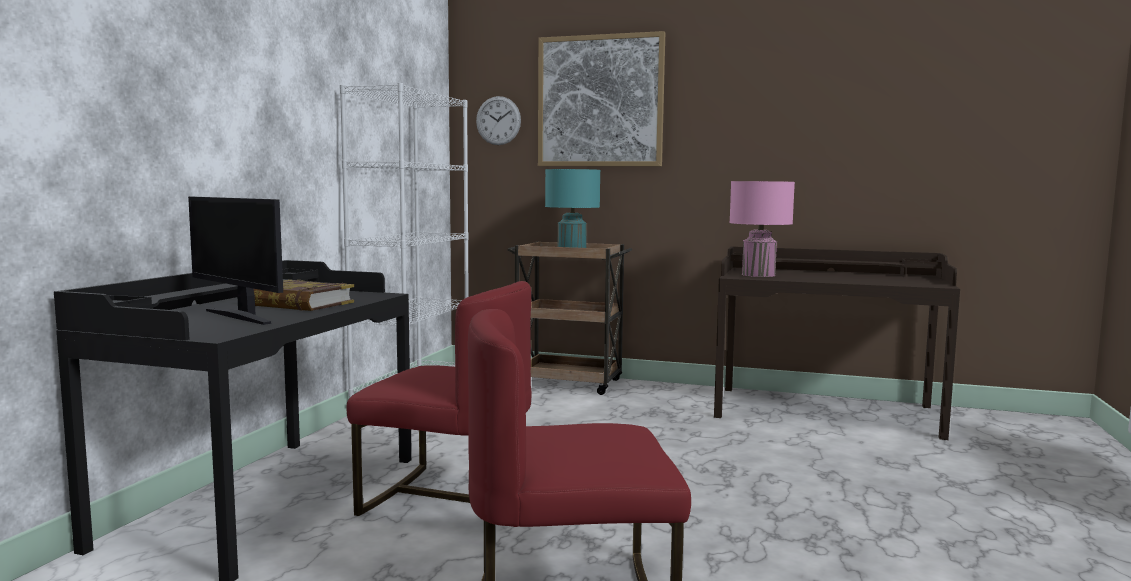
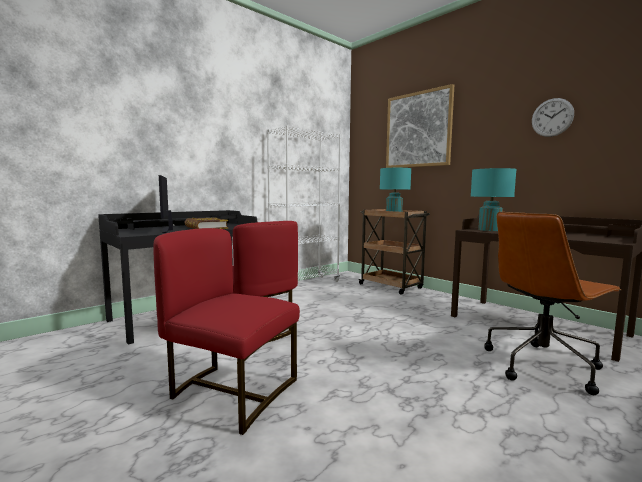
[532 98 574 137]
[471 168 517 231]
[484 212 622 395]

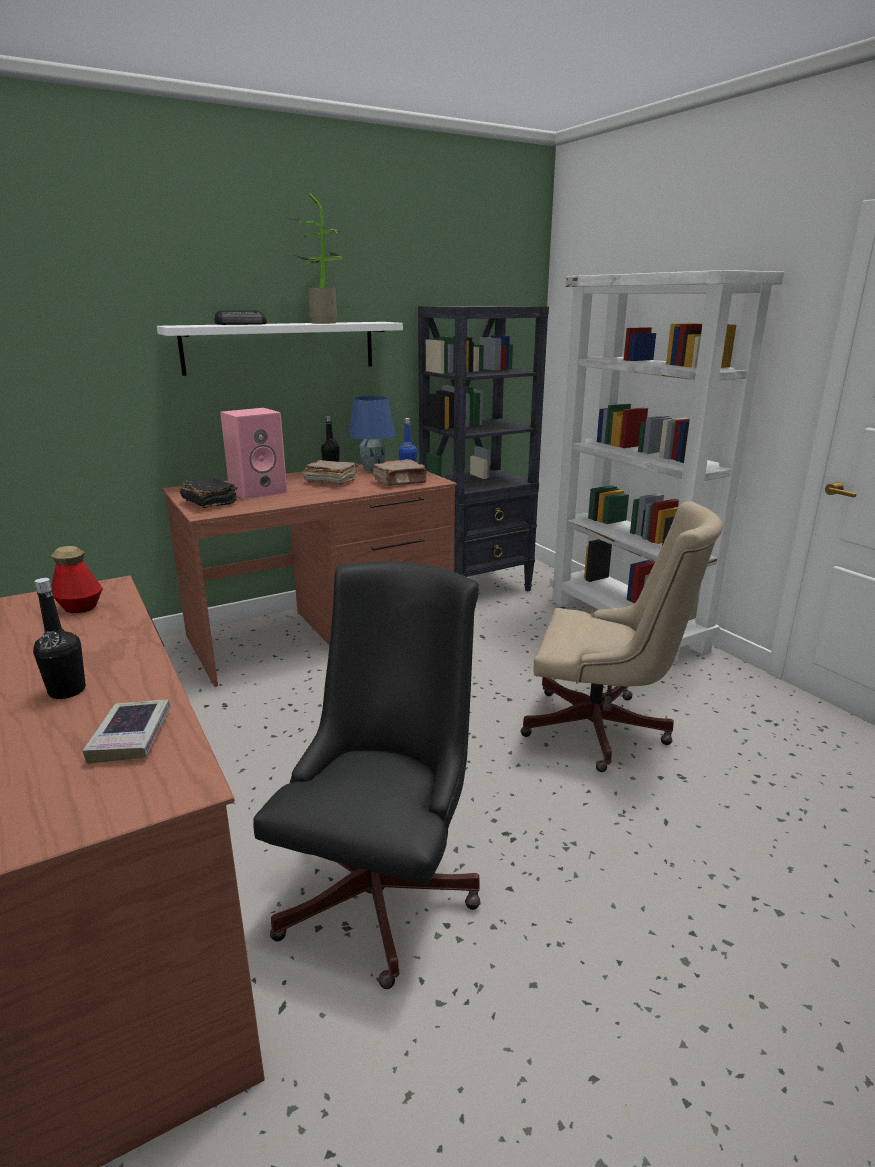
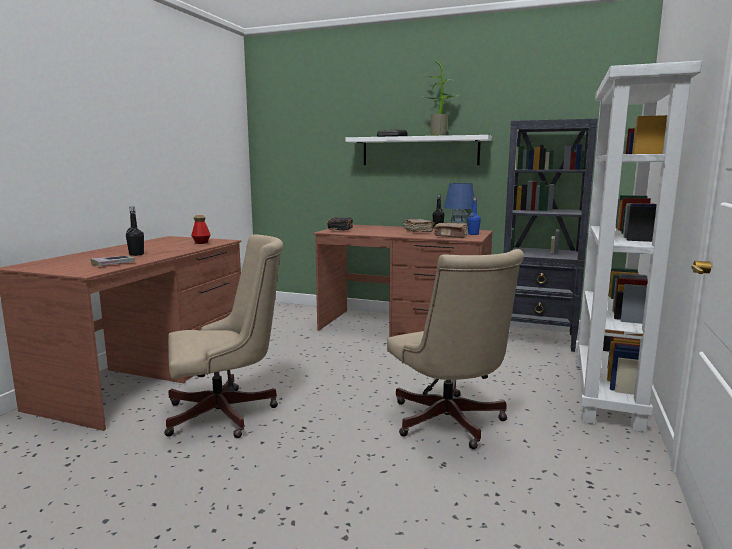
[220 408 287 500] (first image)
[164 234 283 438]

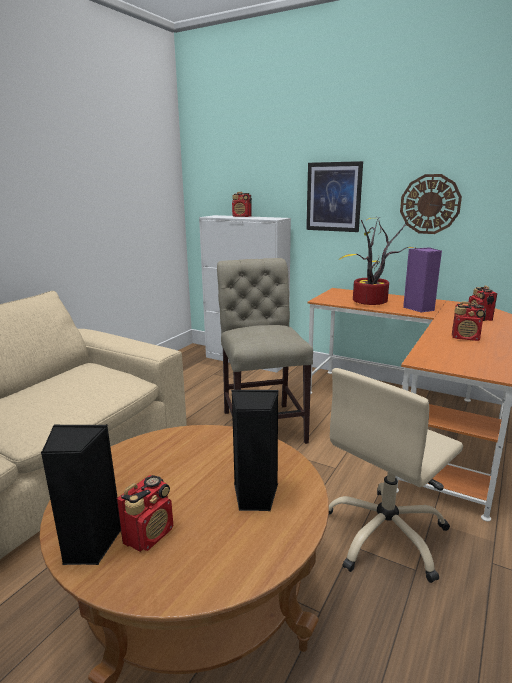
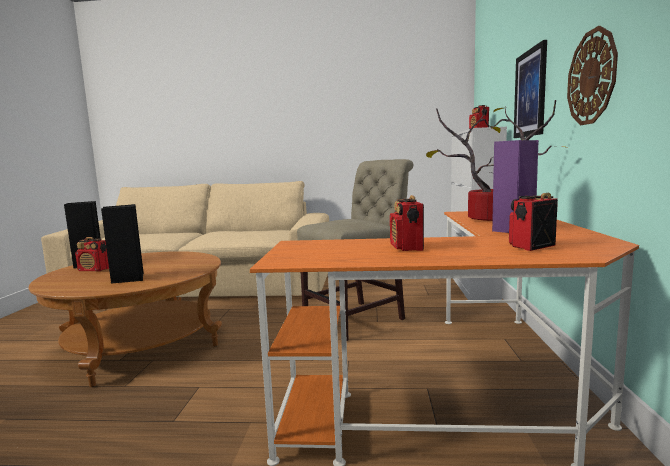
[329 368 463 583] (first image)

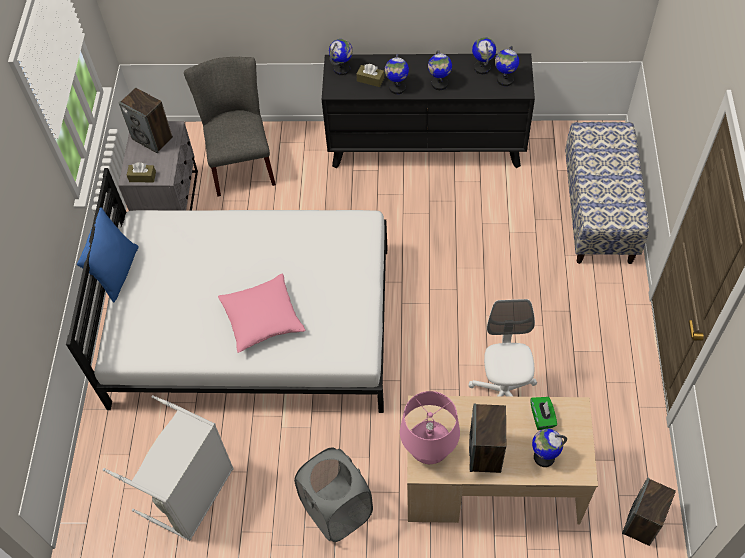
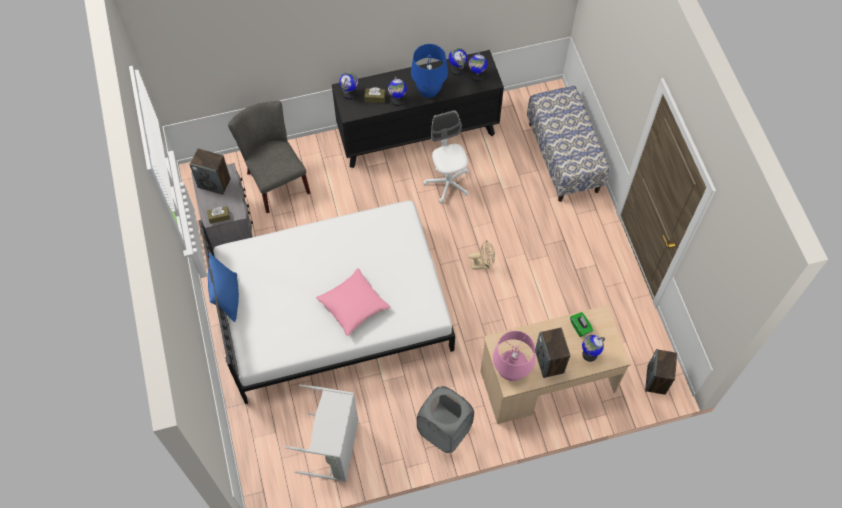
[411 44 448 98]
[423 110 469 204]
[468 240 495 269]

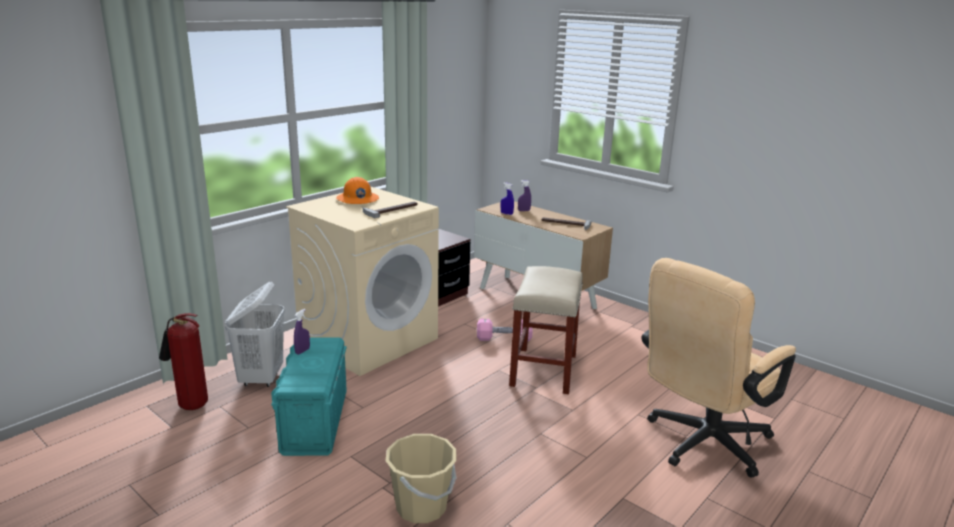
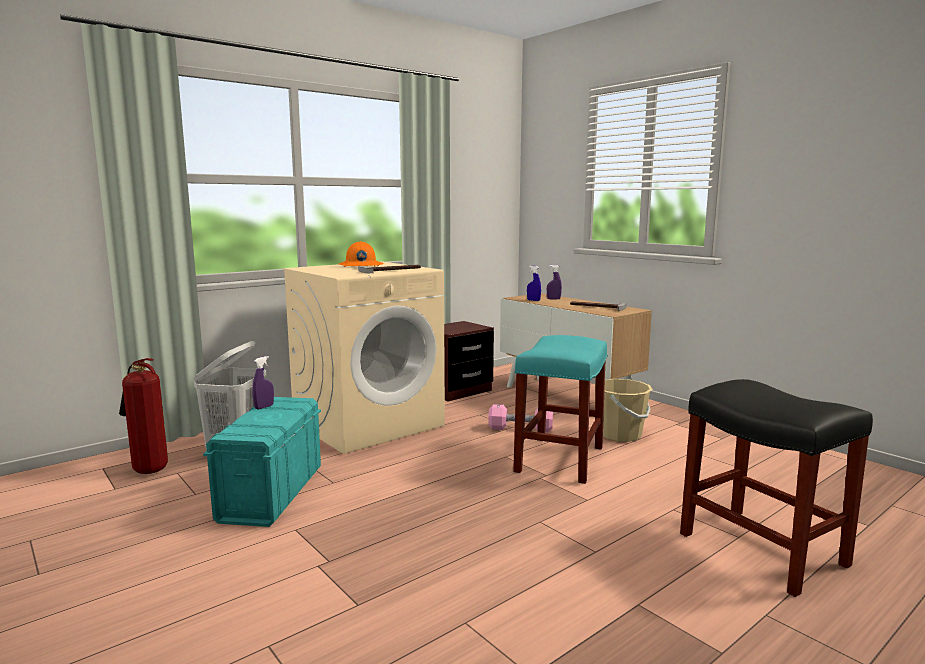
[595 379 653 442]
[513 335 608 484]
[680 379 873 597]

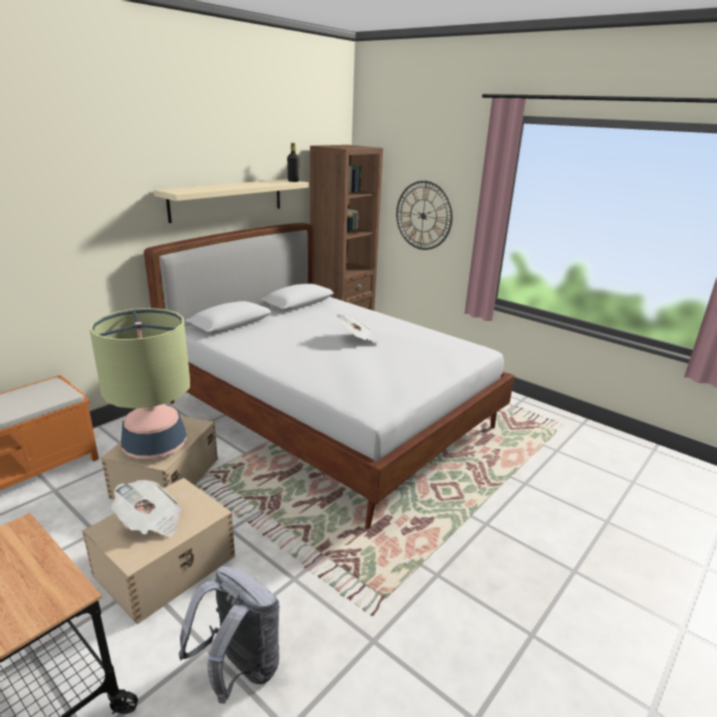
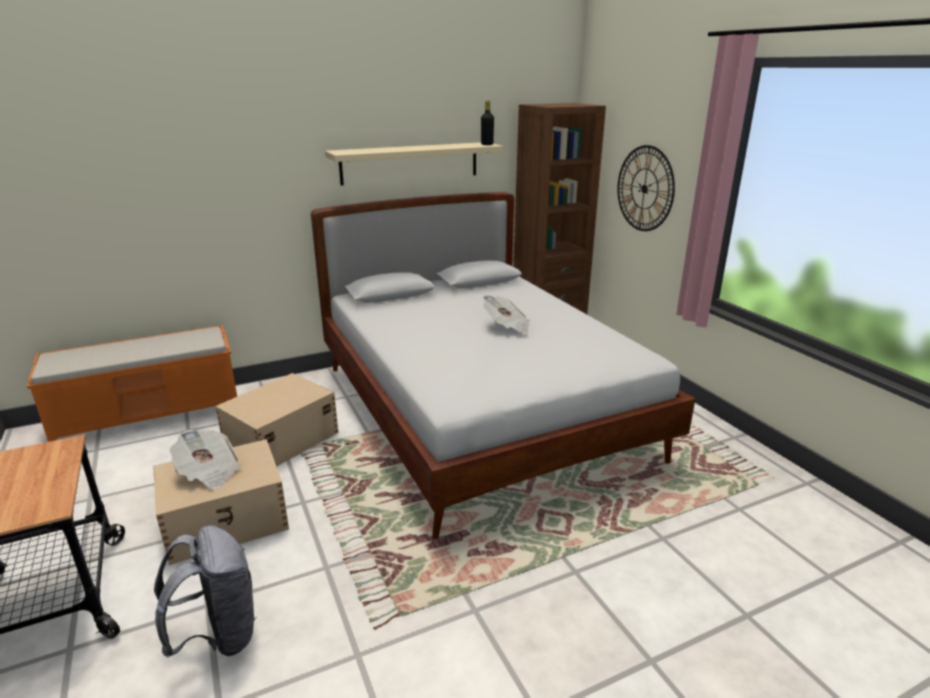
[89 308 190 459] (first image)

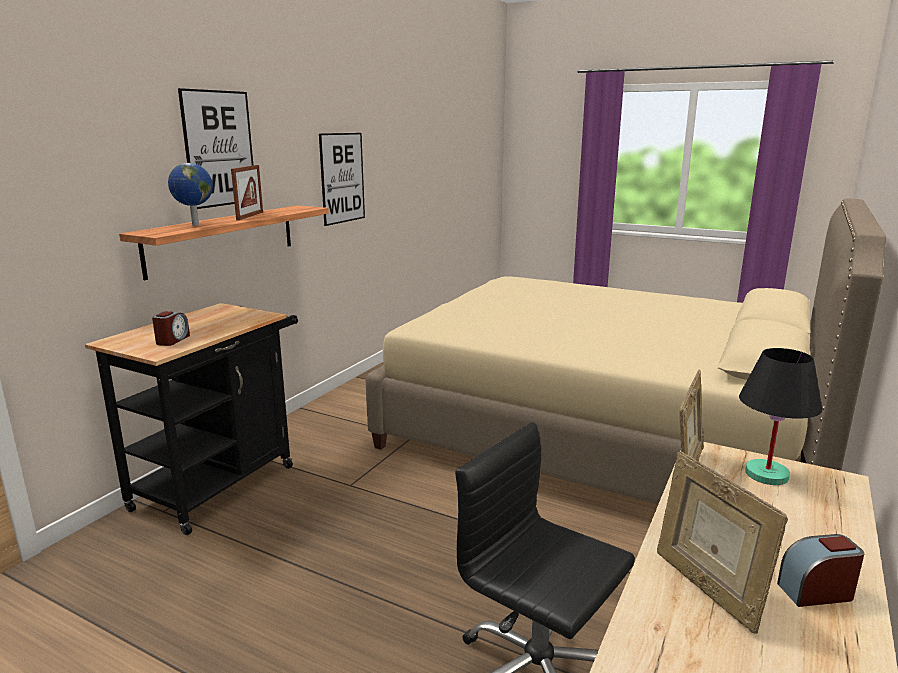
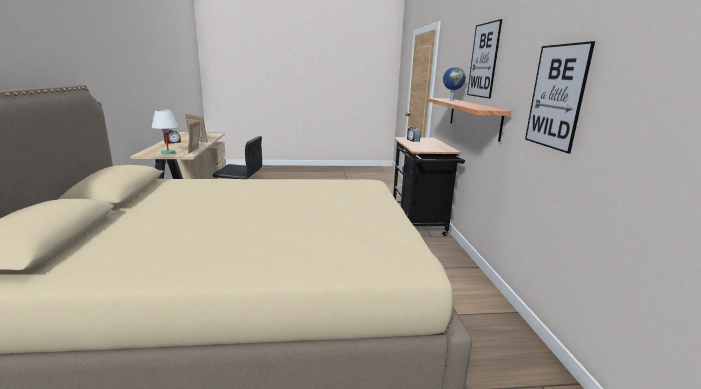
[231 165 263 220] (first image)
[152 110 178 155]

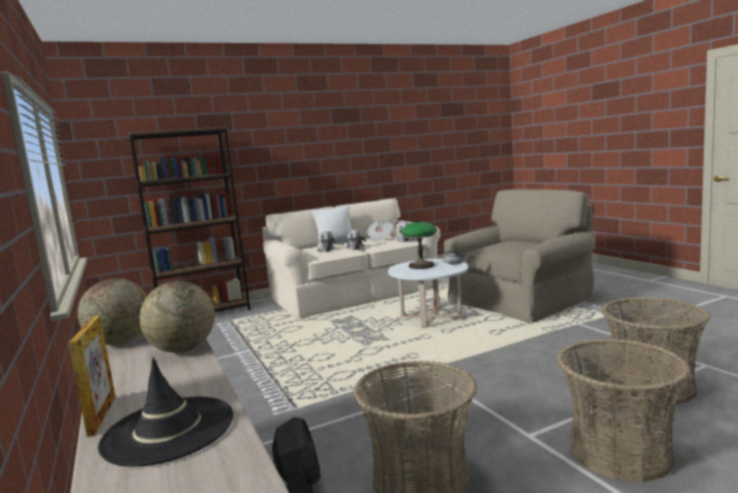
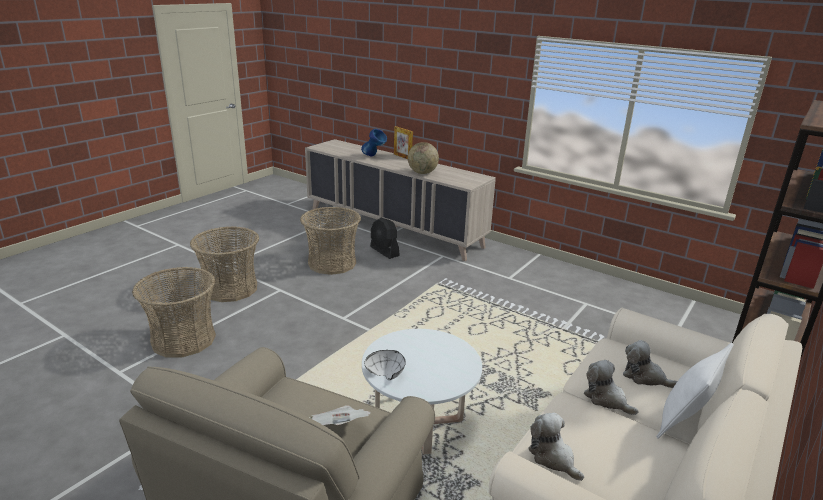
[78 278 147 345] (first image)
[361 129 387 156]
[309 405 371 425]
[402 221 437 269] (first image)

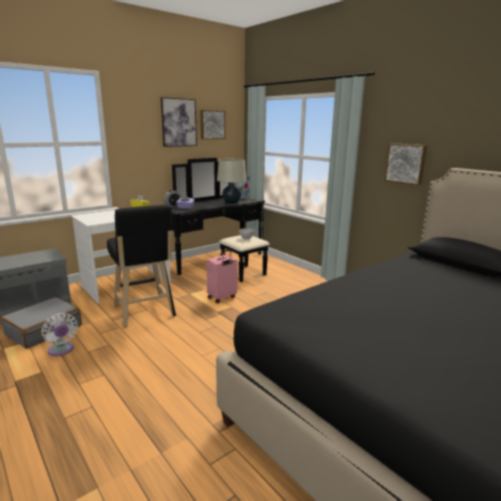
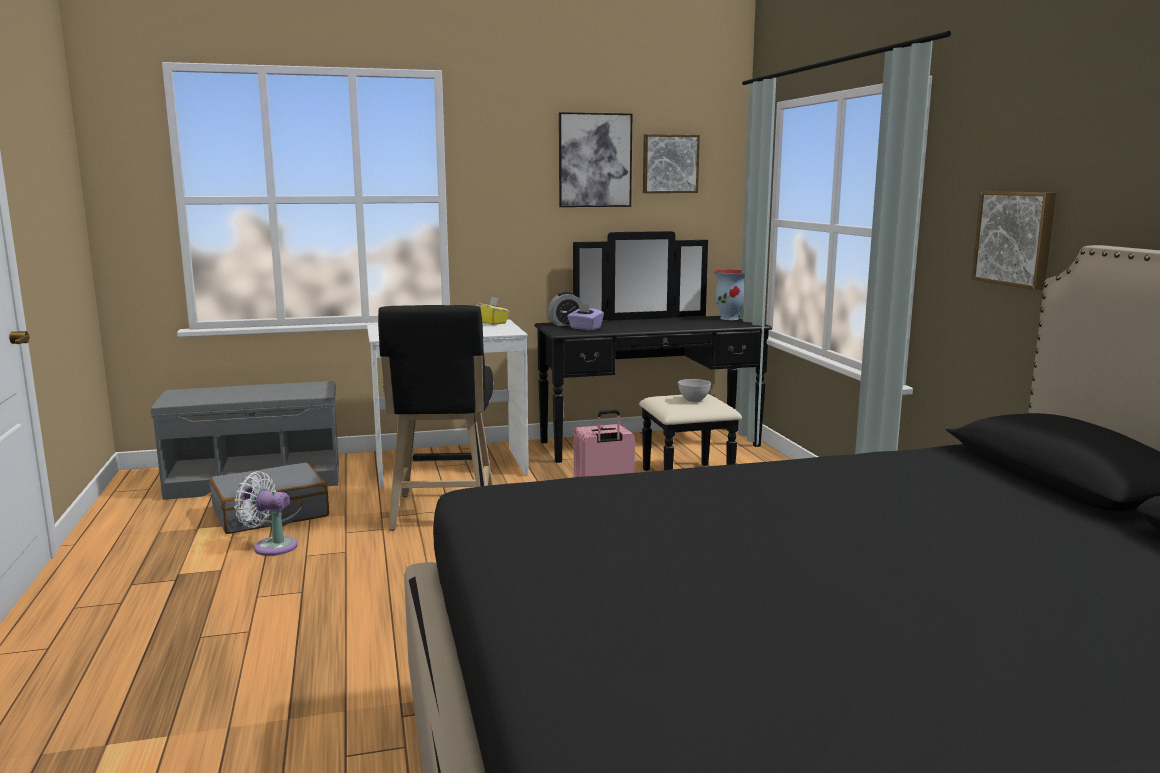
[234 471 298 556]
[217 159 246 204] (first image)

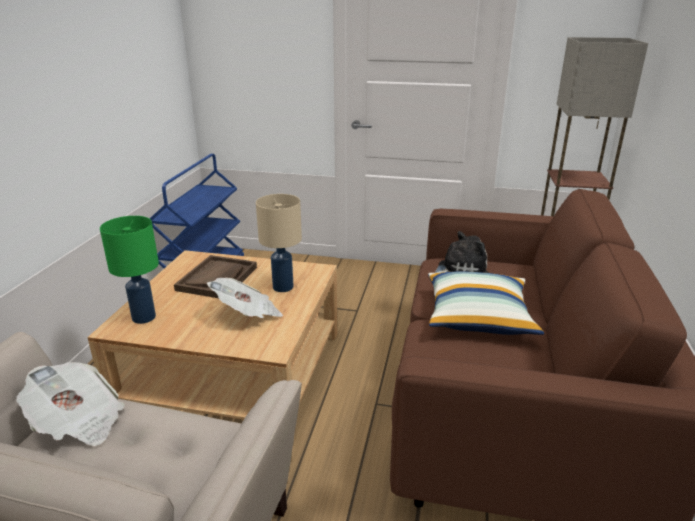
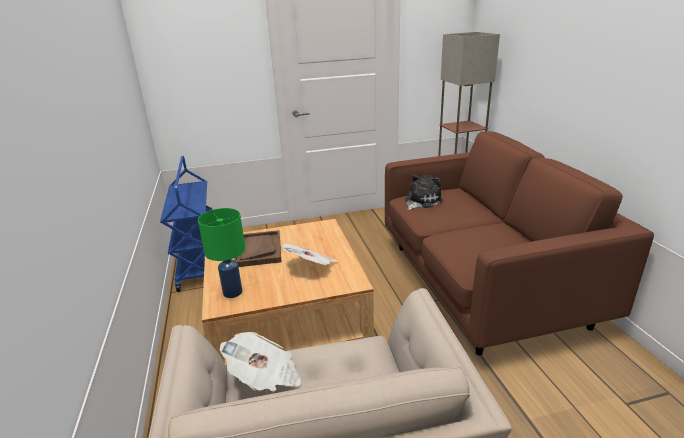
[256 194 302 292] (first image)
[428 271 544 335] (first image)

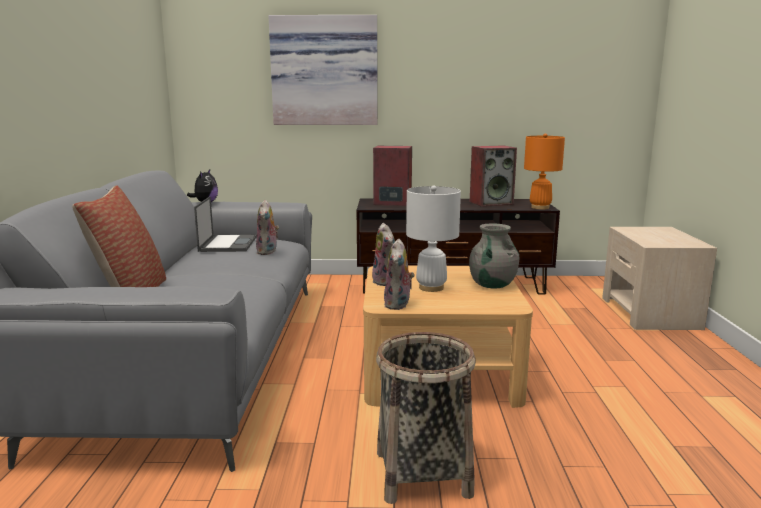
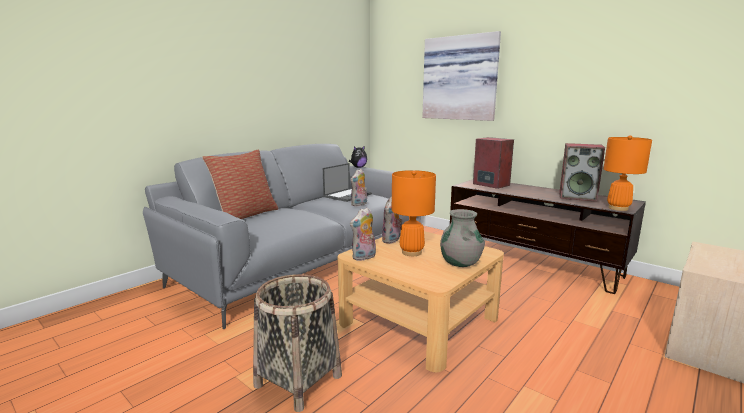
[392 170 436 256]

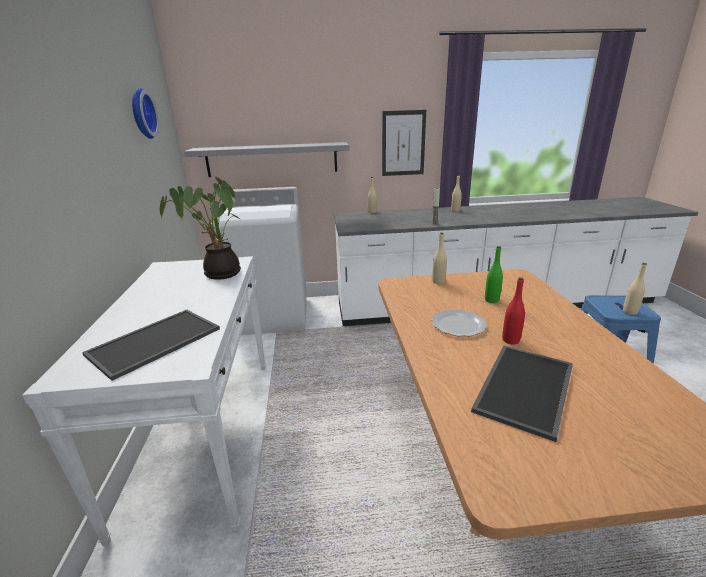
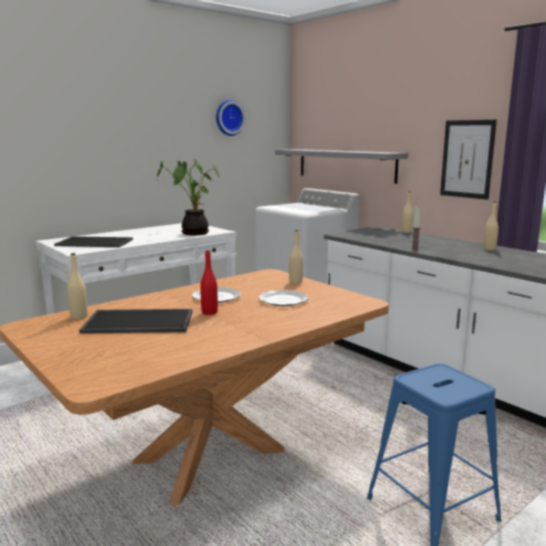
[258 290 308 306]
[67 253 88 319]

